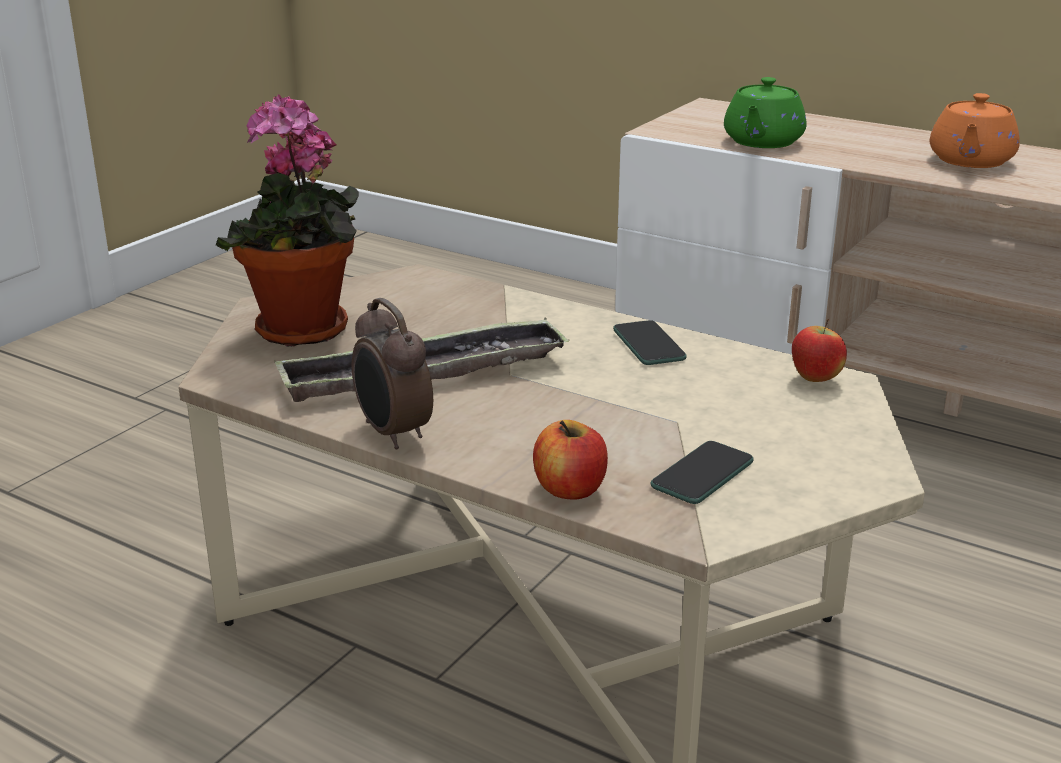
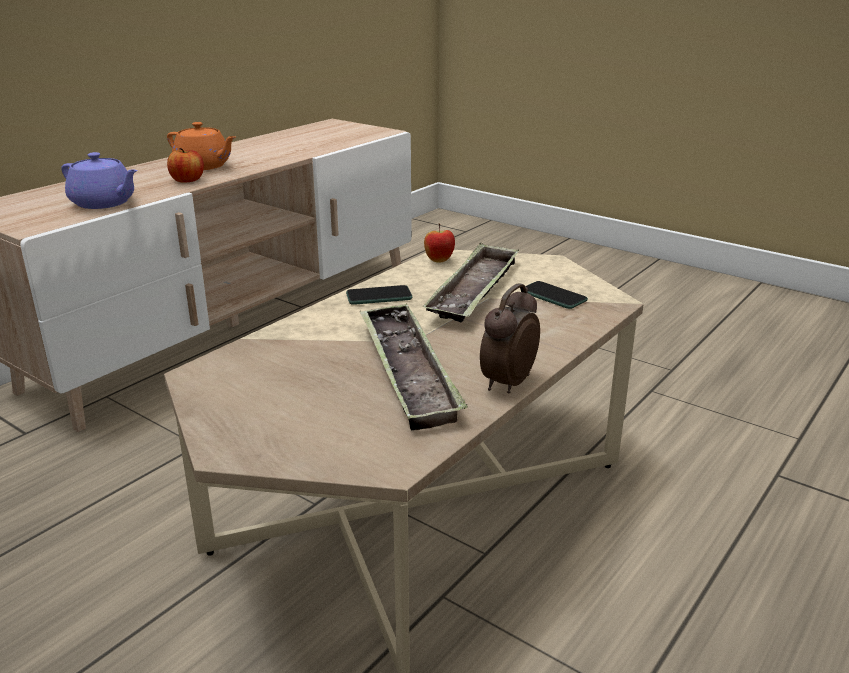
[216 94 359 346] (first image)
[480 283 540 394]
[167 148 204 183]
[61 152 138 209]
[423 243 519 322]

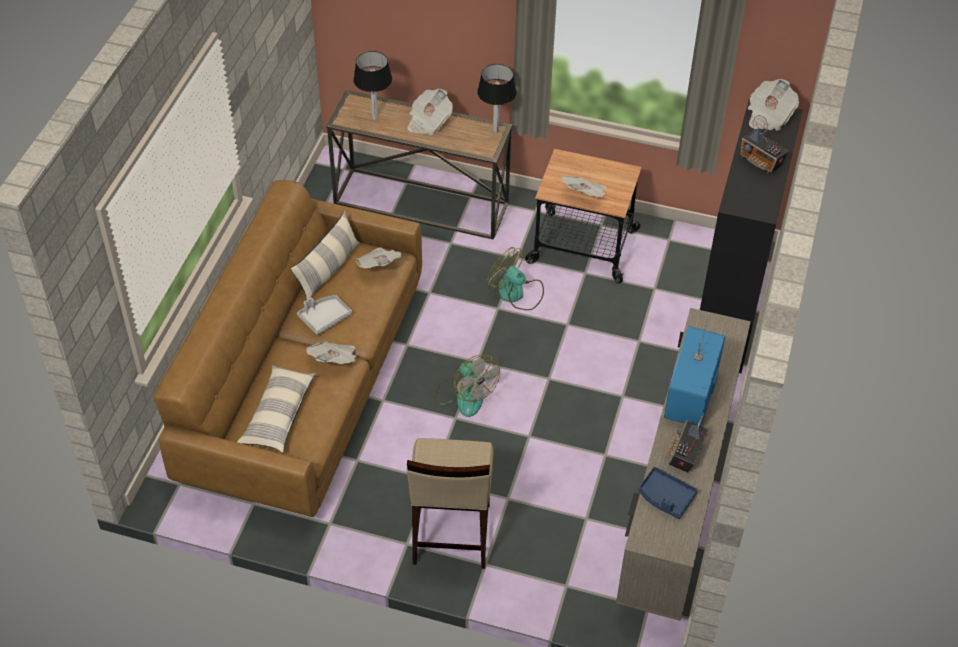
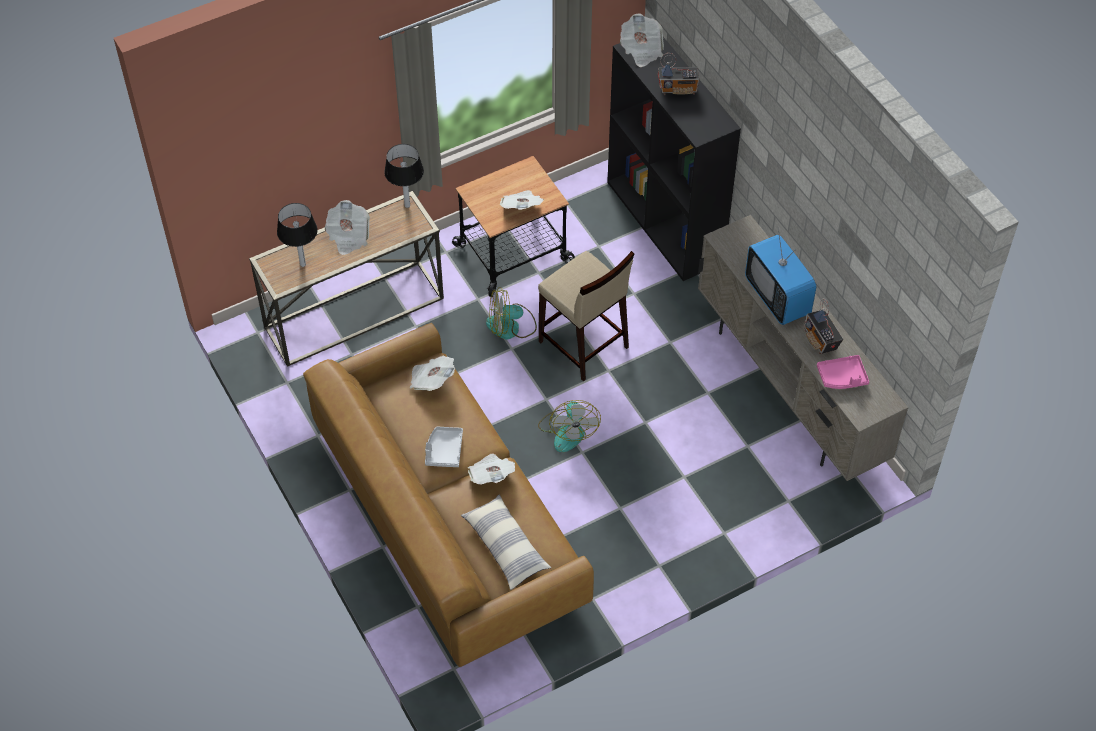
[291 211 360 301] (first image)
[538 251 634 381]
[538 400 601 452]
[817 355 869 389]

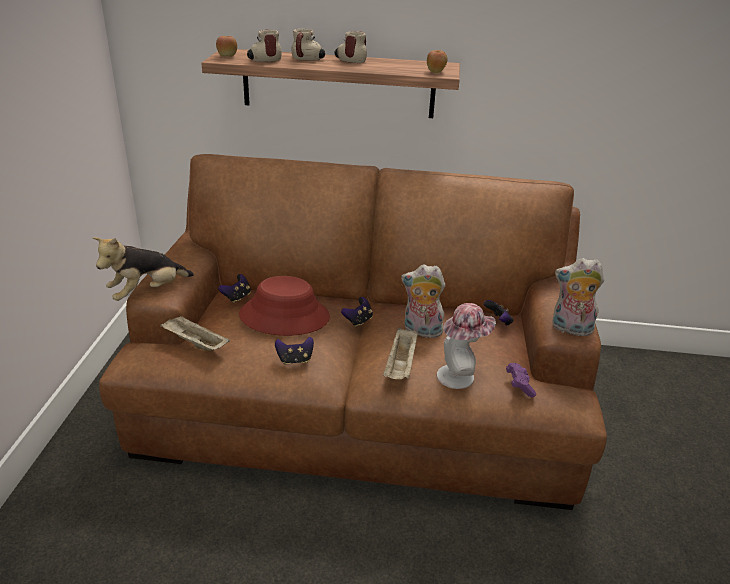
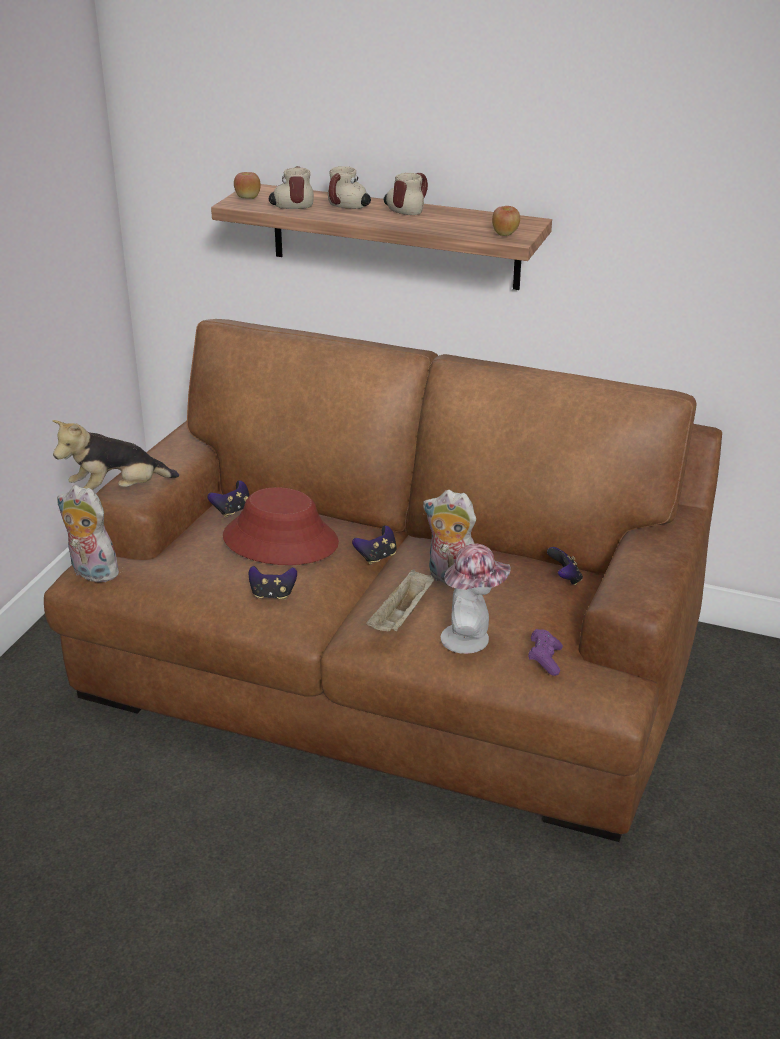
[160 316 230 351] (first image)
[57 485 125 584]

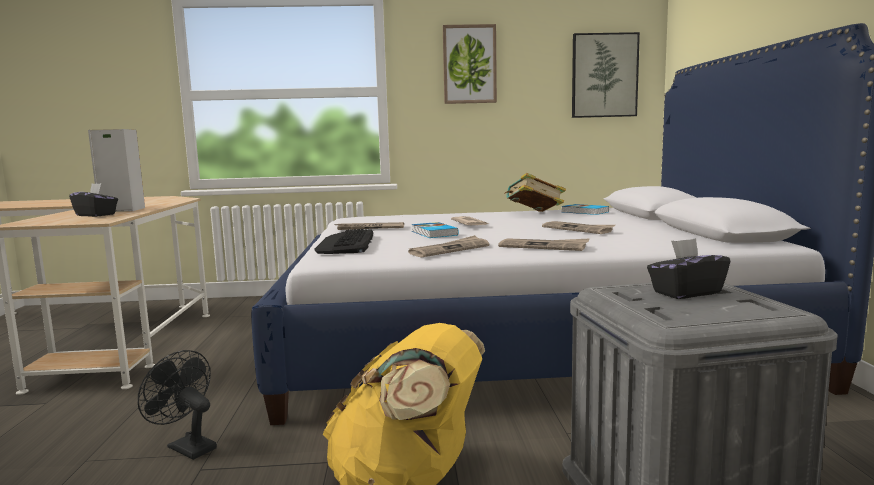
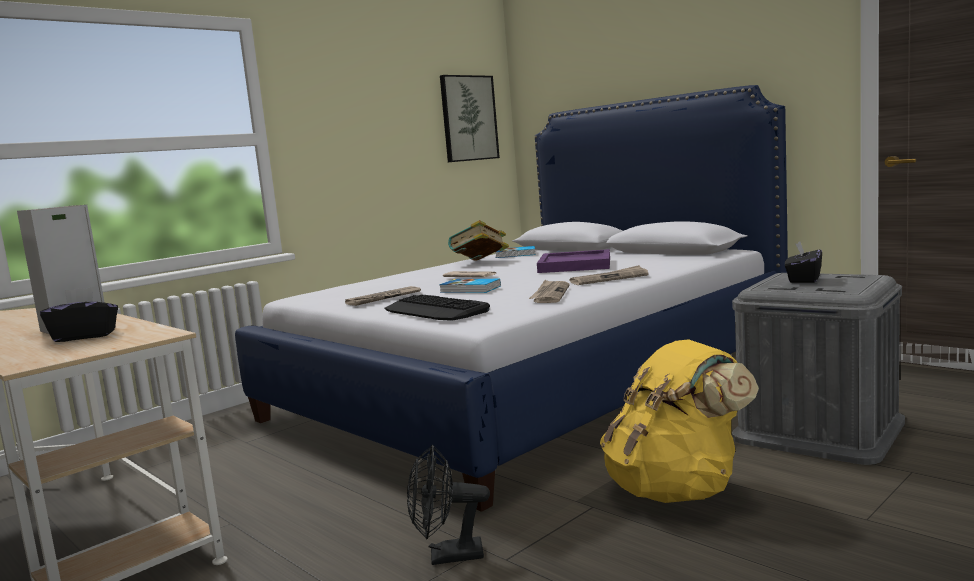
[443 24 497 104] (first image)
[537 249 610 273]

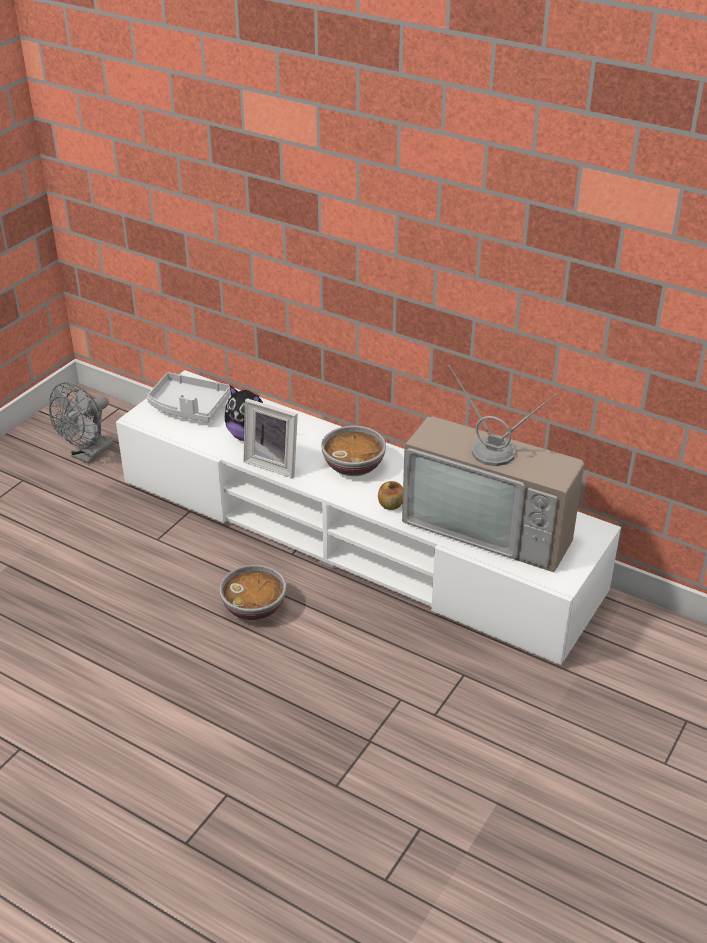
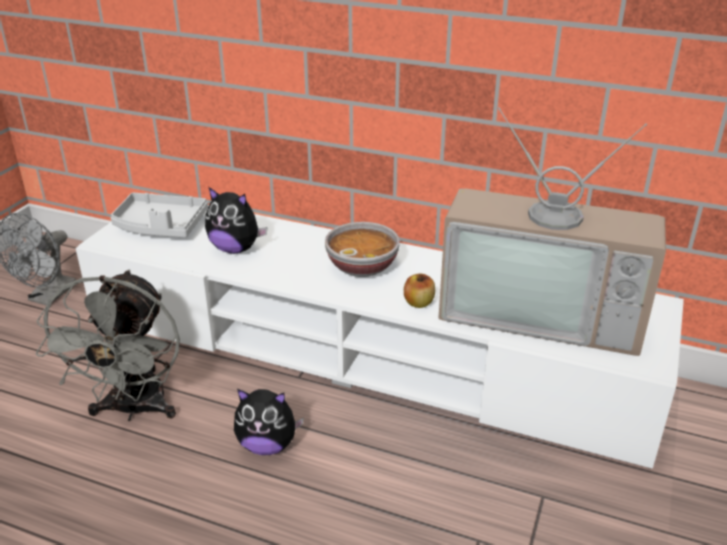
[234 389 304 455]
[243 398 298 478] (first image)
[36 269 180 421]

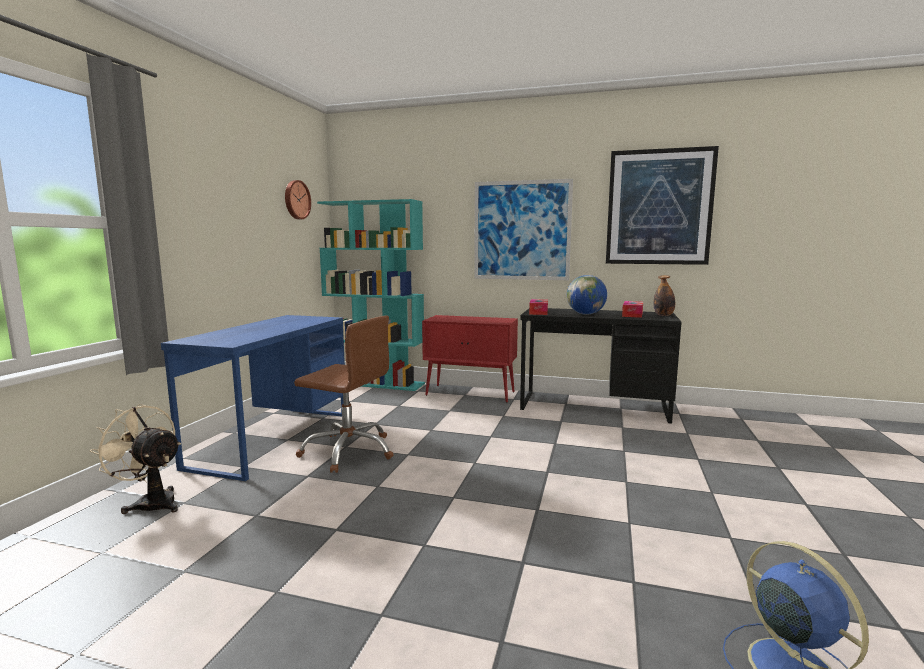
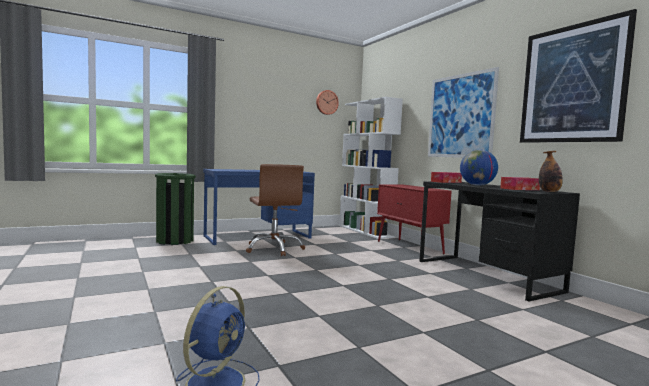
[155 173 196 245]
[339 97 403 239]

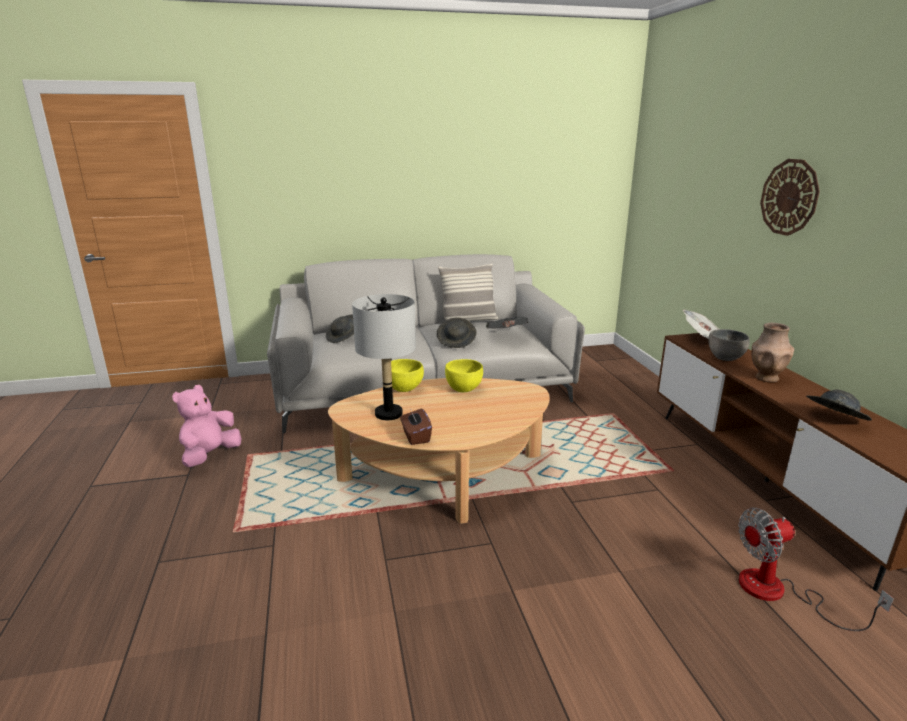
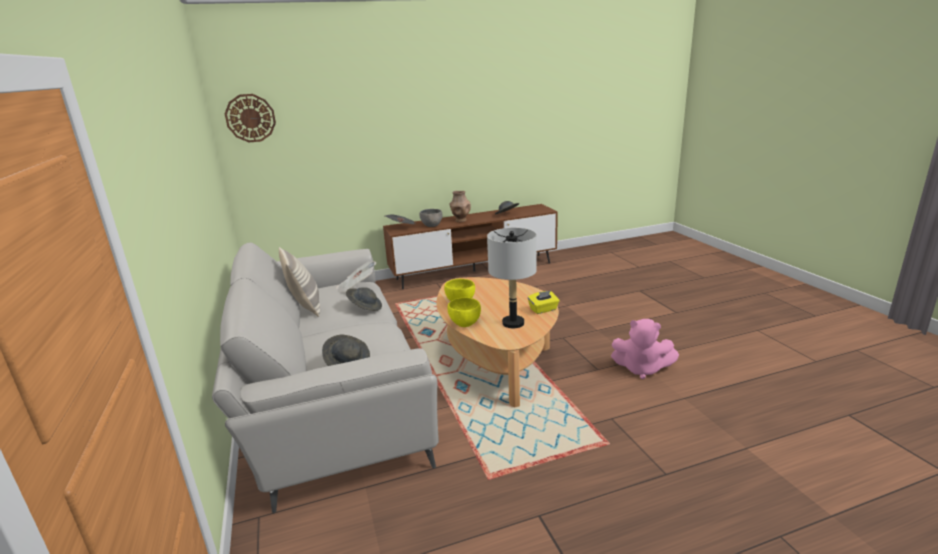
[611 319 679 379]
[528 290 559 314]
[738 508 894 631] (first image)
[225 94 276 142]

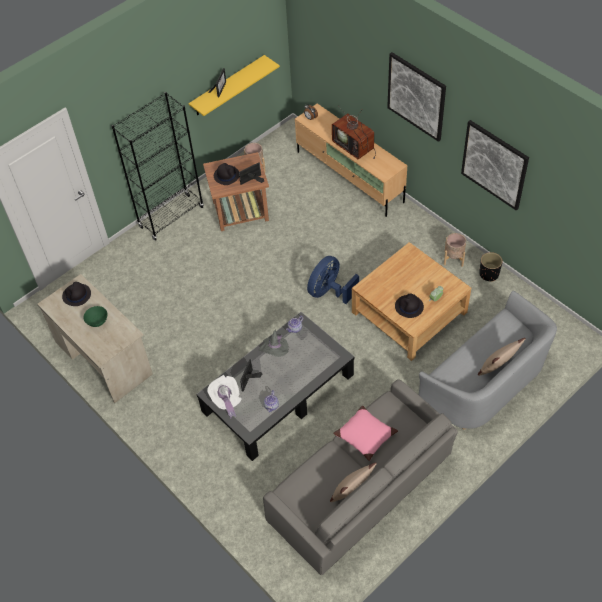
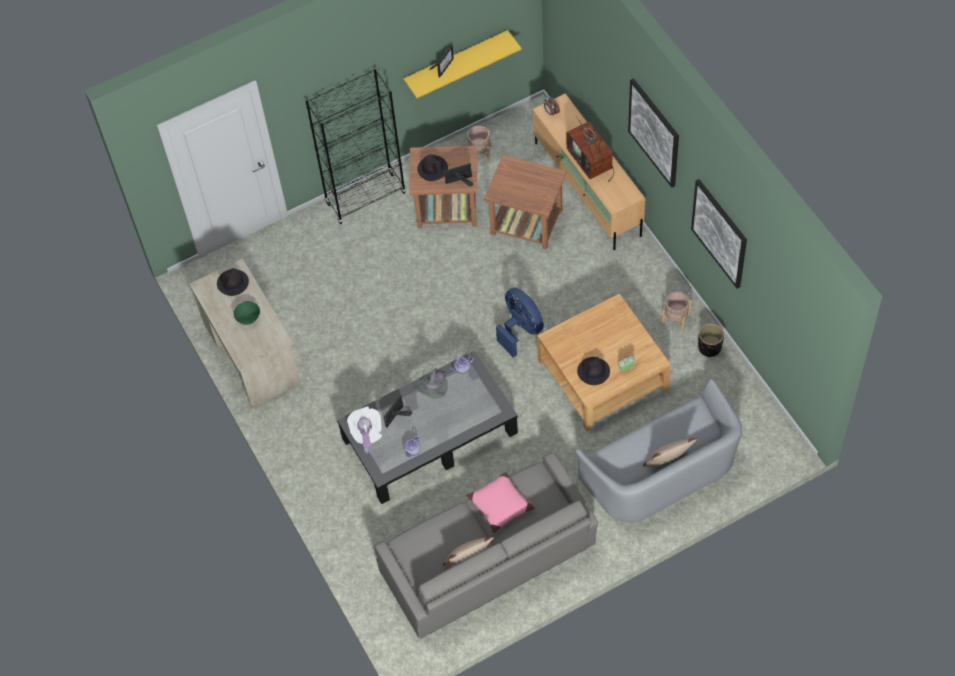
[496 287 544 358]
[483 155 567 250]

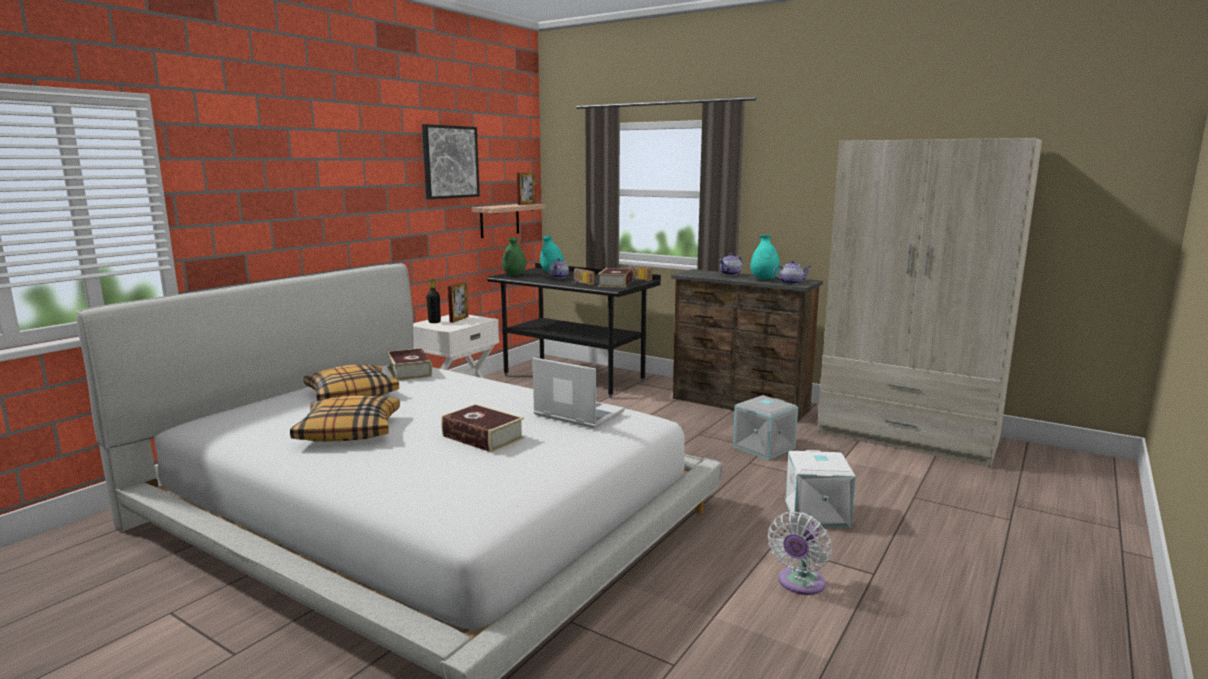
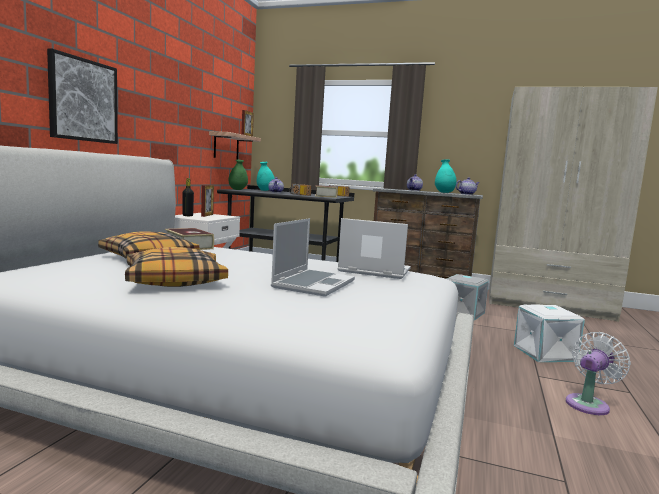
[47 48 118 144]
[271 218 355 297]
[566 332 631 415]

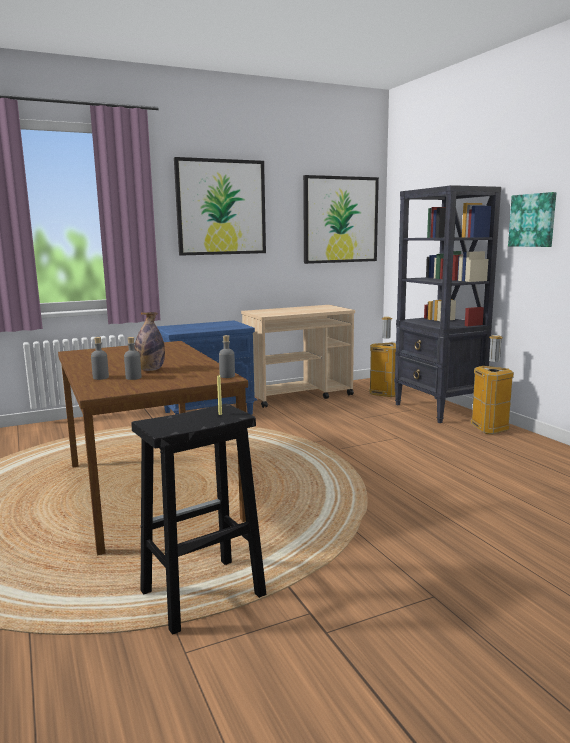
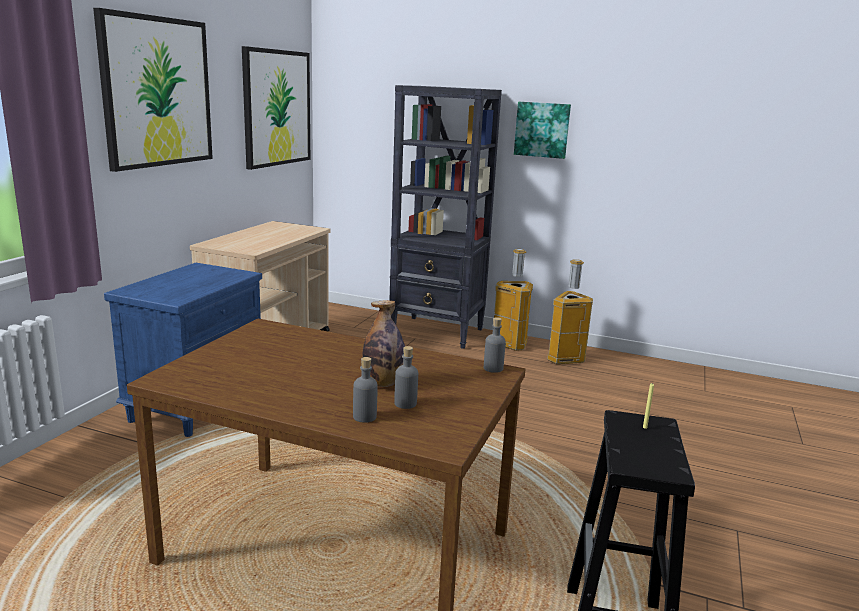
[547 259 593 364]

